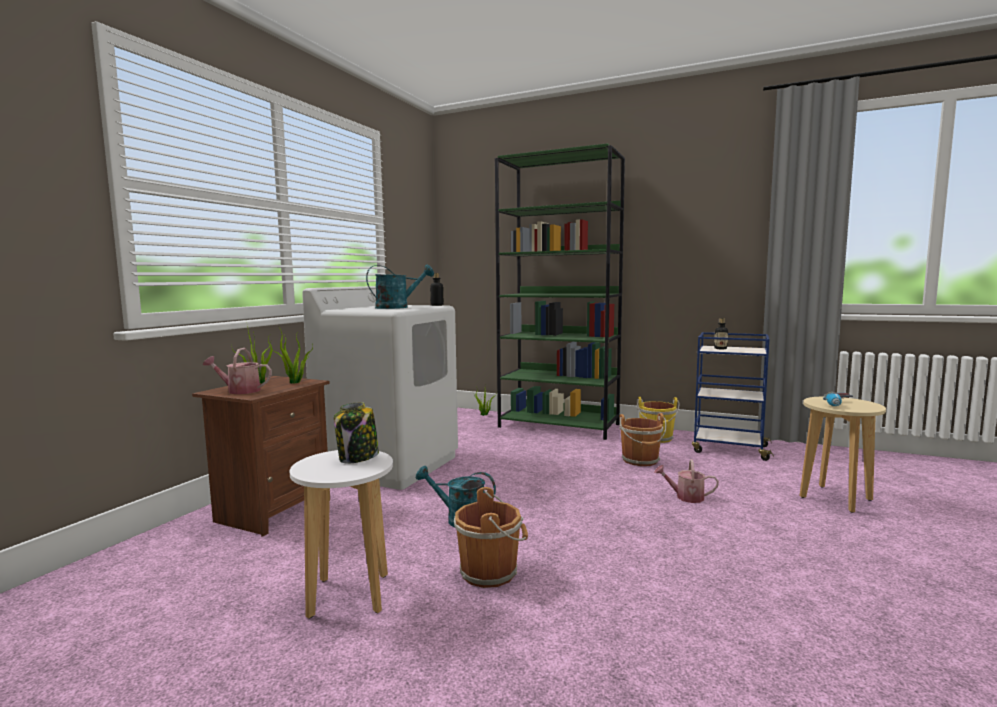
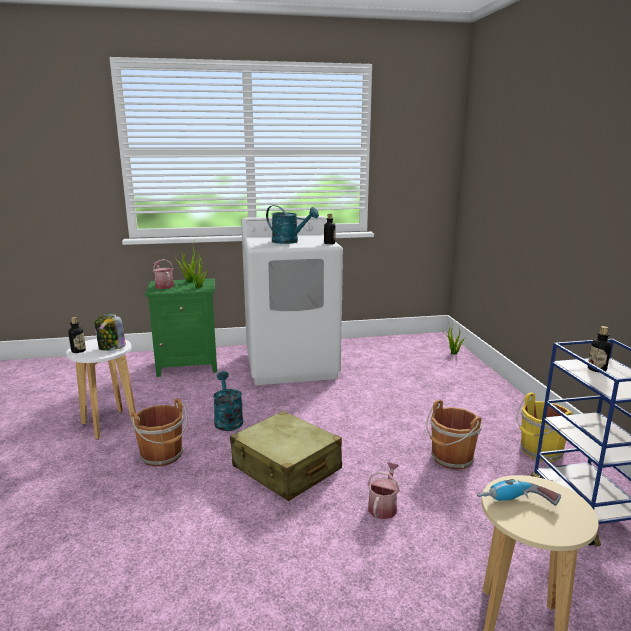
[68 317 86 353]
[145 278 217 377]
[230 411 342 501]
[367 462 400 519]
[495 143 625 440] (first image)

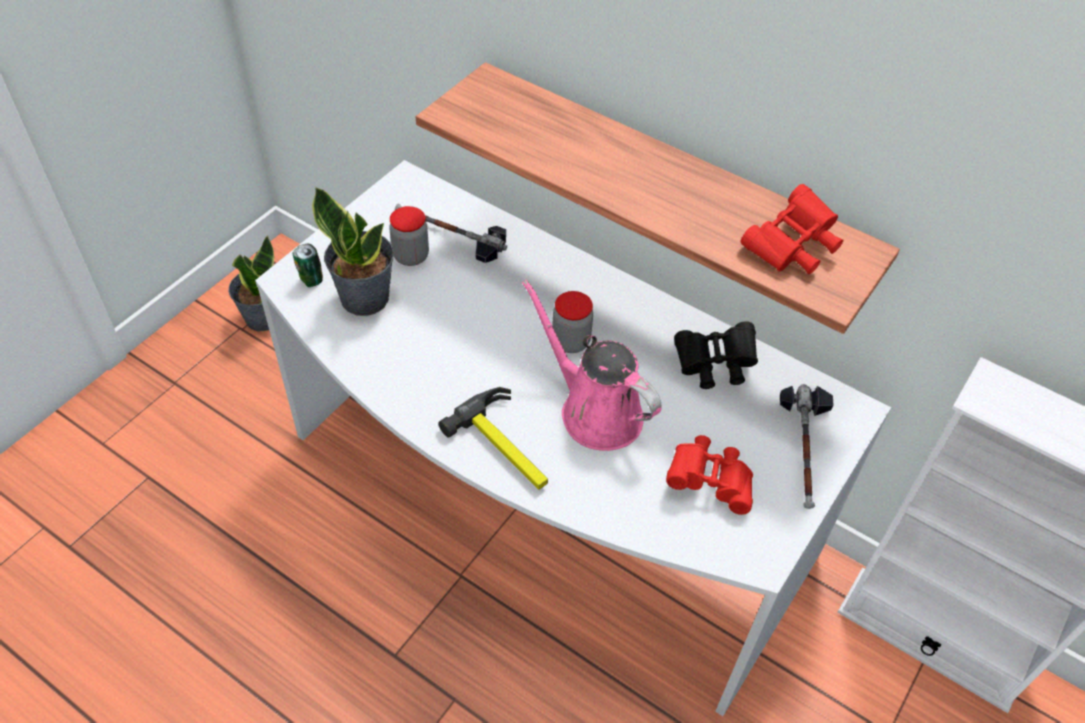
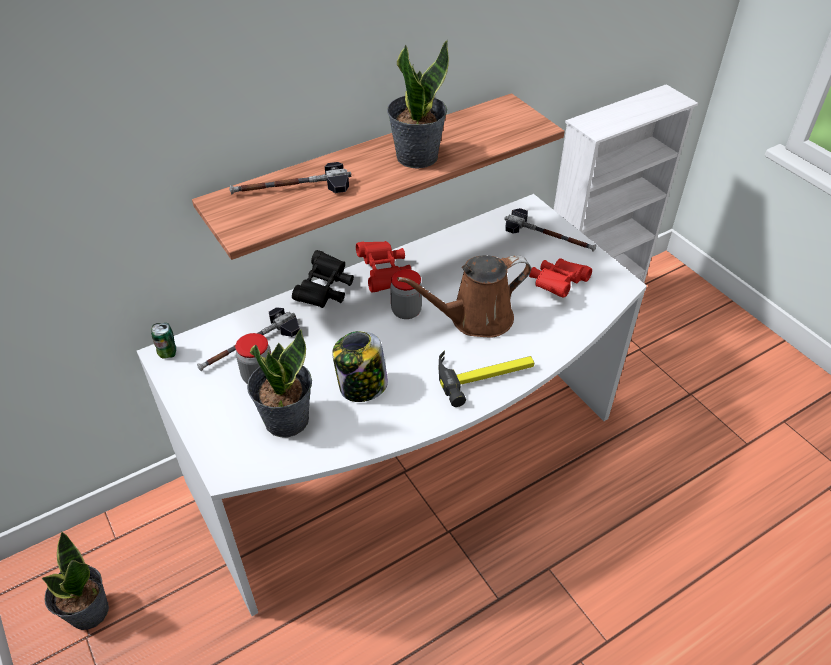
[151 323 176 359]
[230 162 351 194]
[292 250 354 308]
[332 331 388 402]
[356 241 411 292]
[387 40 449 169]
[397 255 531 338]

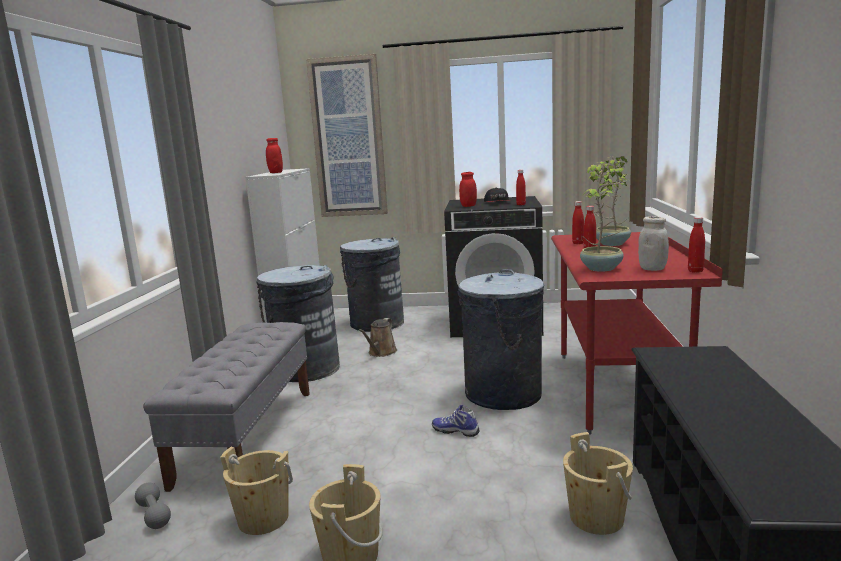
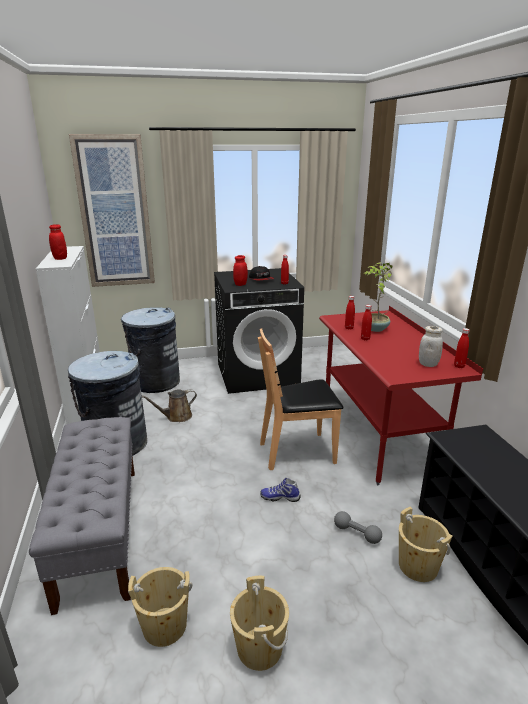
[142 389 197 422]
[258 328 343 470]
[334 511 382 544]
[580 164 627 272] (first image)

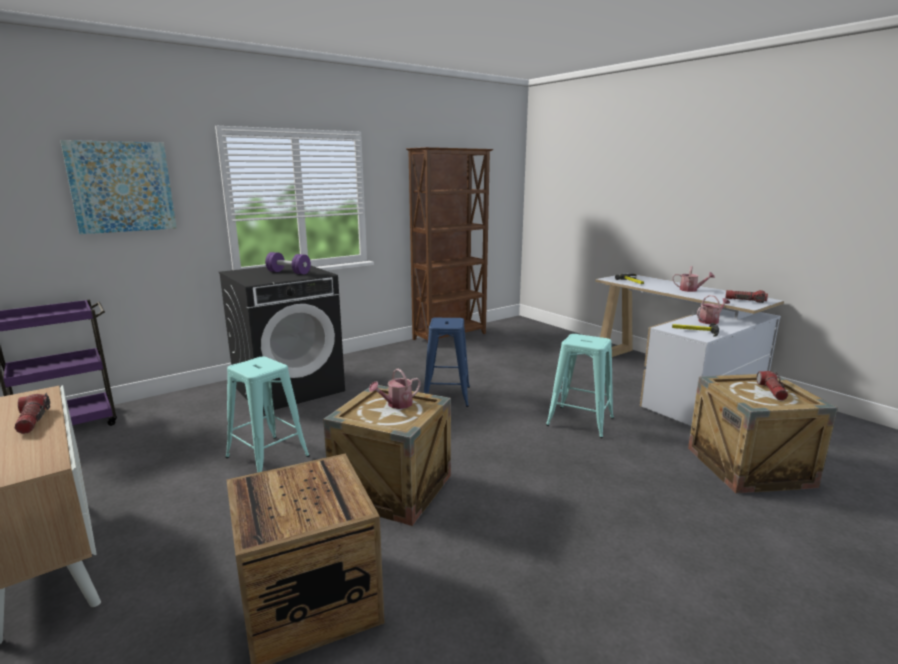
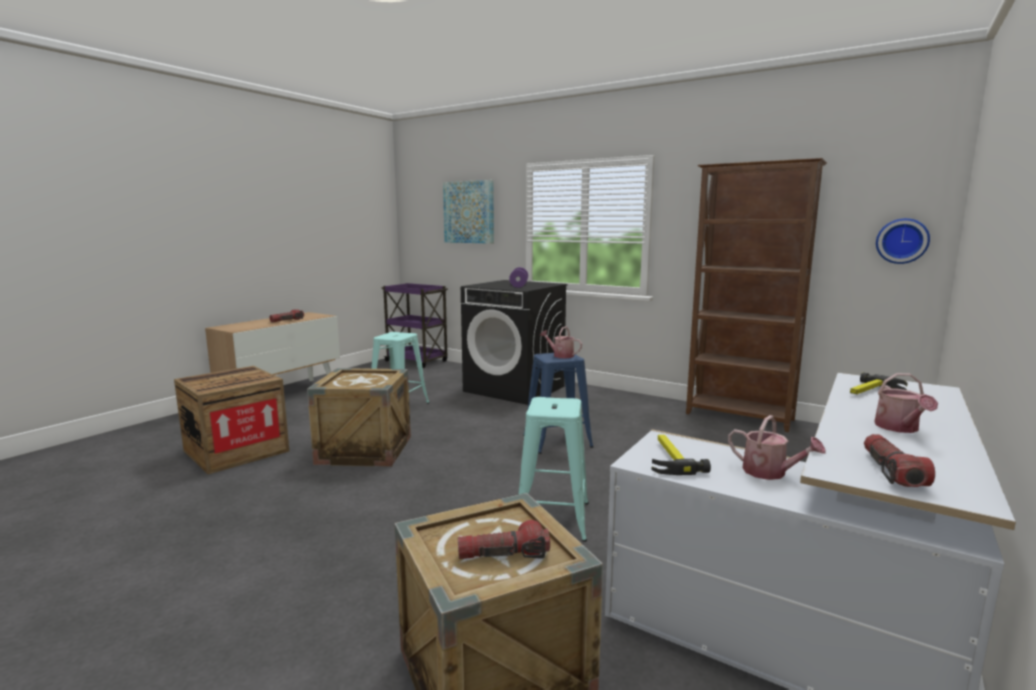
[540 326 582 358]
[876 218 930 264]

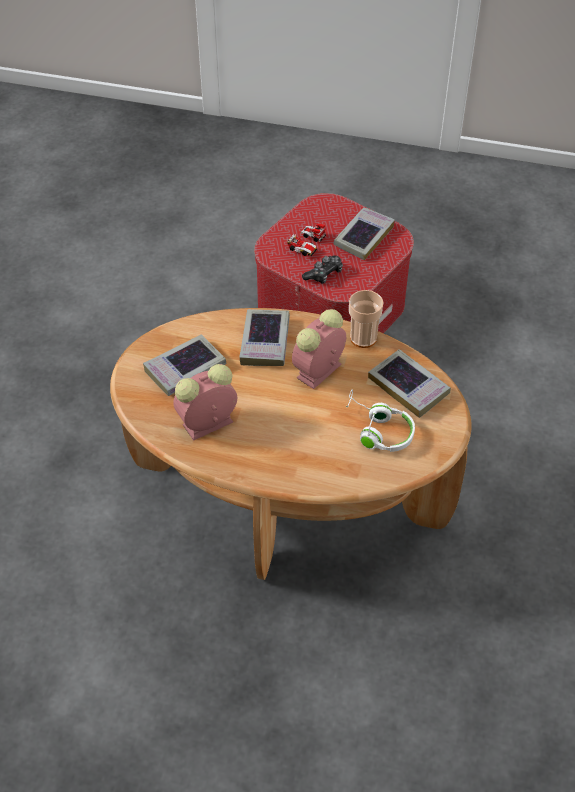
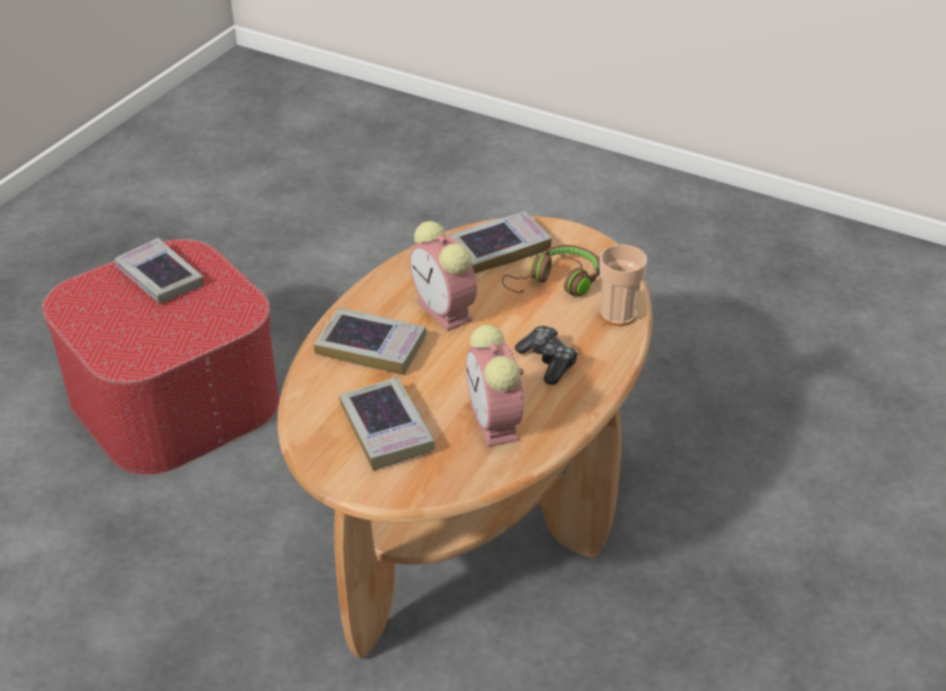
[502 245 600 296]
[515 326 578 385]
[600 244 647 326]
[287 224 326 256] (first image)

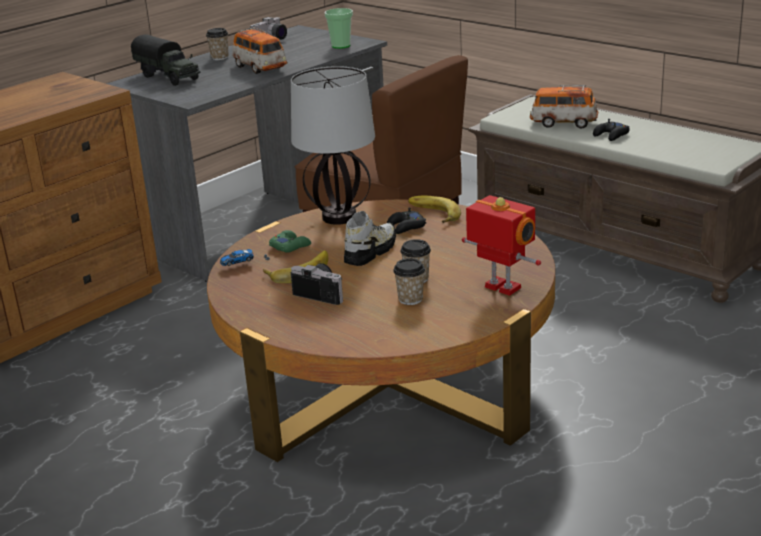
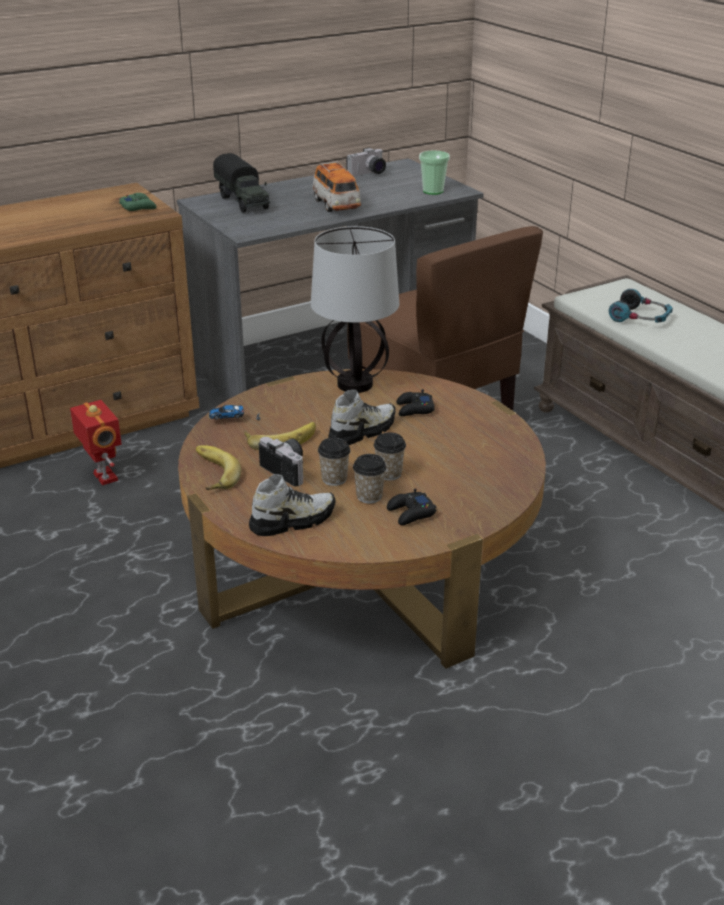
[70 400 122 485]
[119 193 157 211]
[196 445 241 490]
[249 474 335 536]
[318 437 350 486]
[387 488 437 525]
[609 289 673 323]

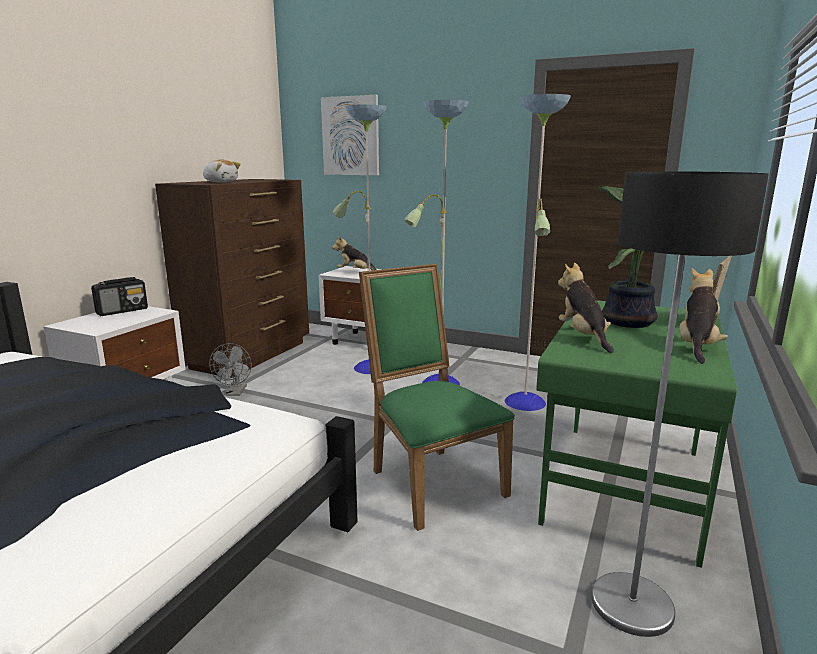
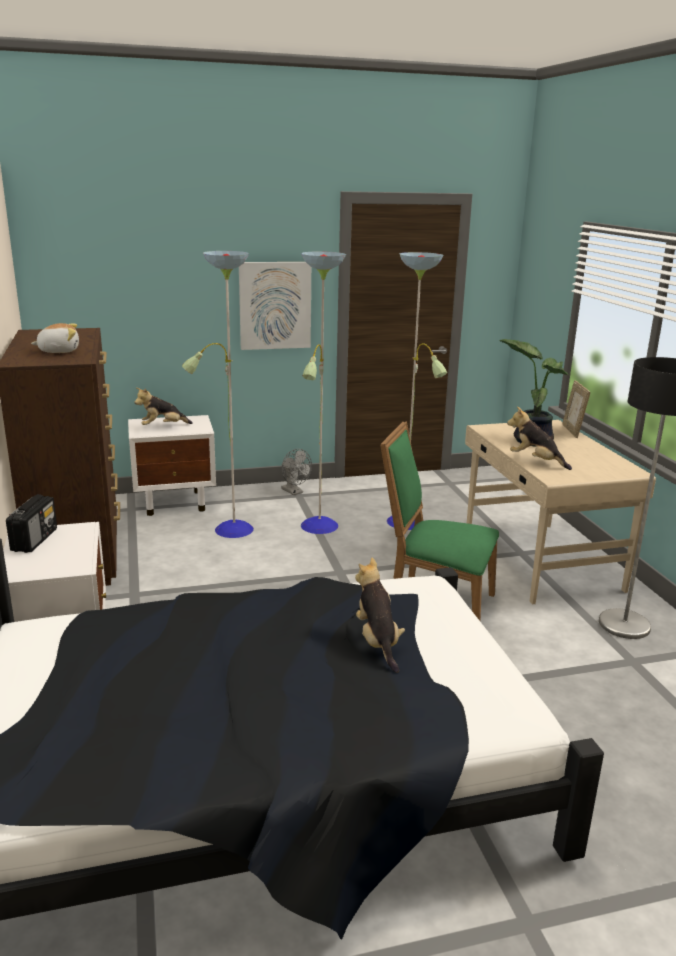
[239 262 311 350]
[281 449 312 495]
[355 558 405 673]
[465 420 656 605]

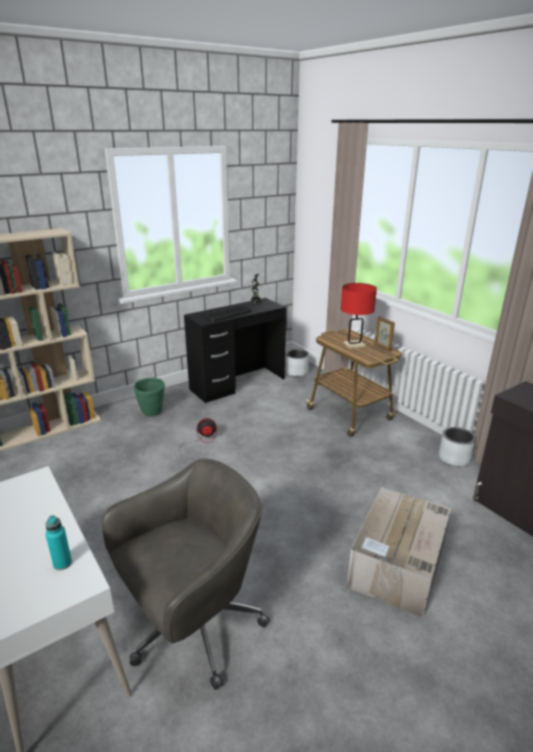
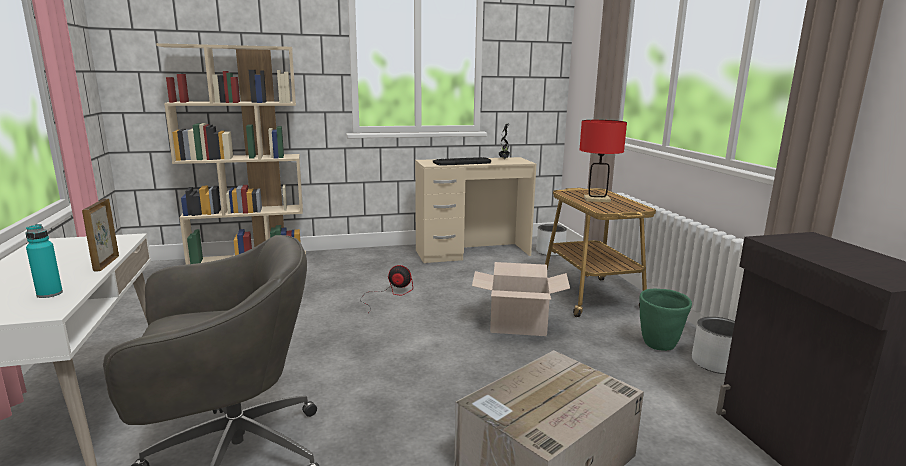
[82 199 119 272]
[415 157 536 263]
[472 262 570 336]
[639 289 692 351]

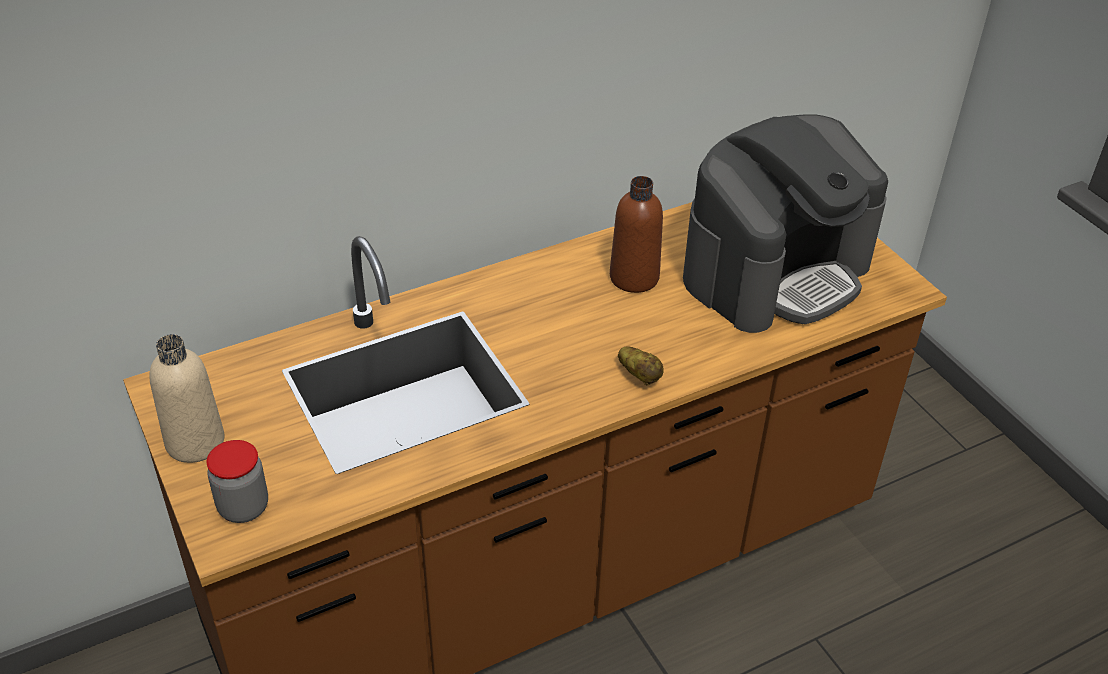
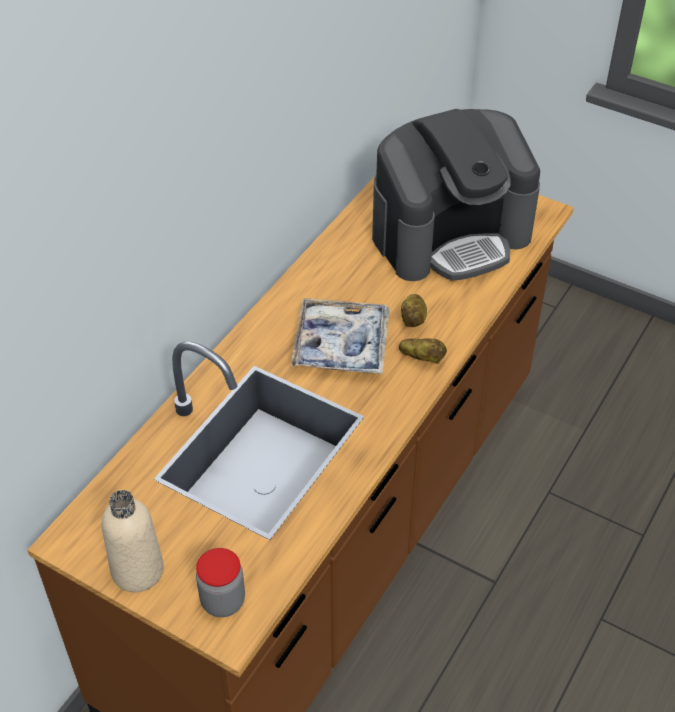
[291 298 390 374]
[372 109 540 281]
[401 294 427 327]
[610 176 663 293] (first image)

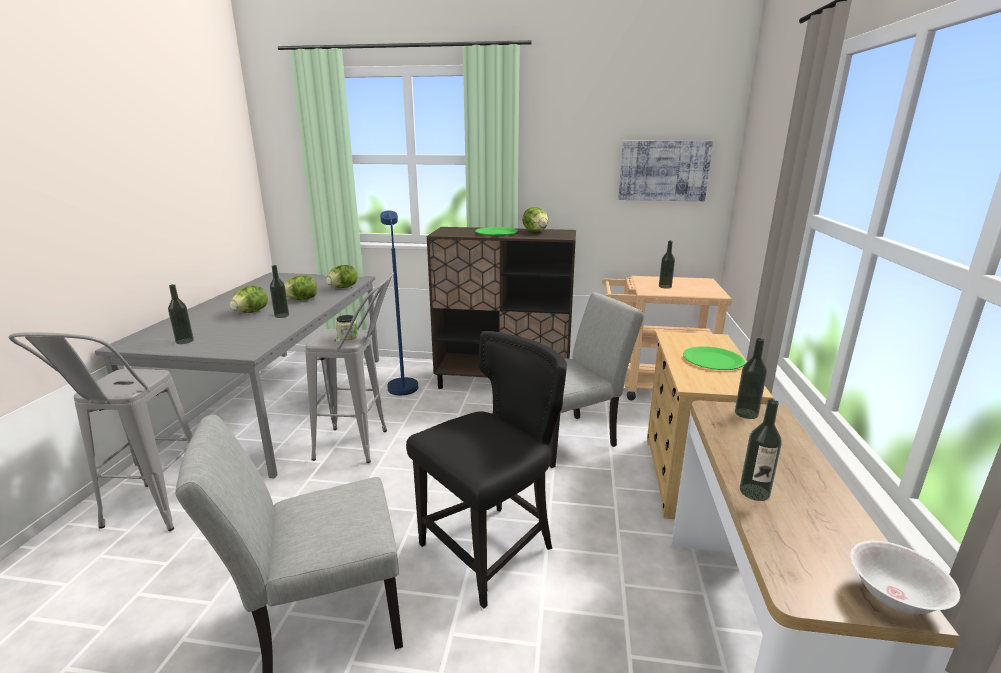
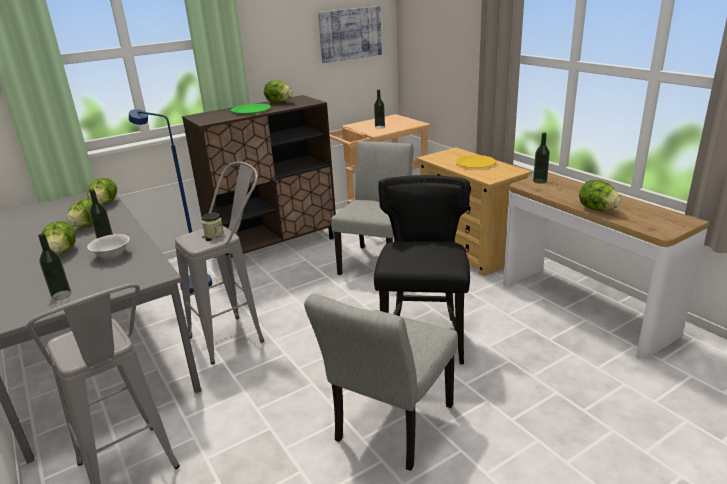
[87 234 130 259]
[455 155 496 168]
[579 180 621 211]

